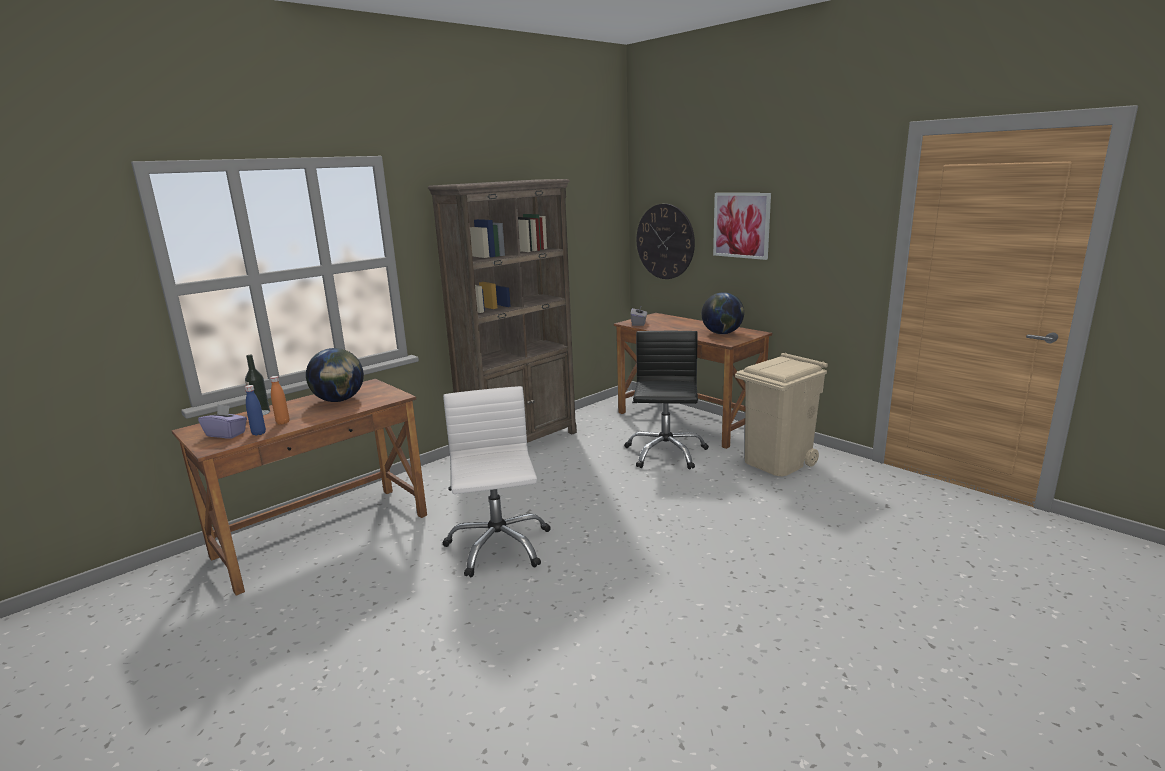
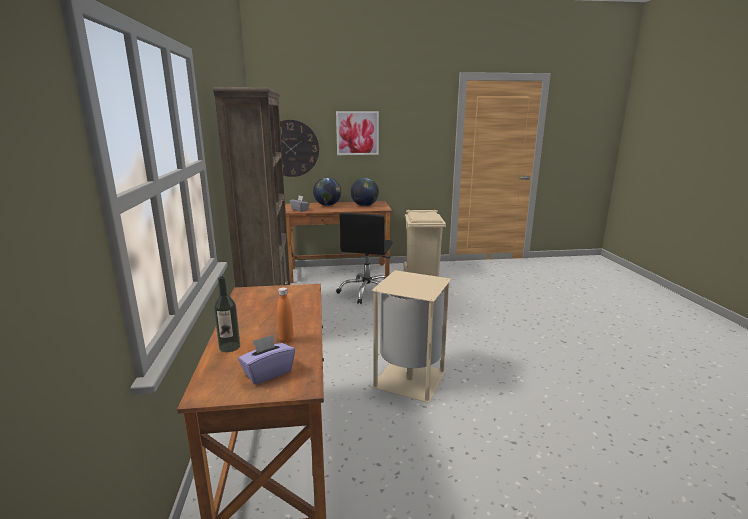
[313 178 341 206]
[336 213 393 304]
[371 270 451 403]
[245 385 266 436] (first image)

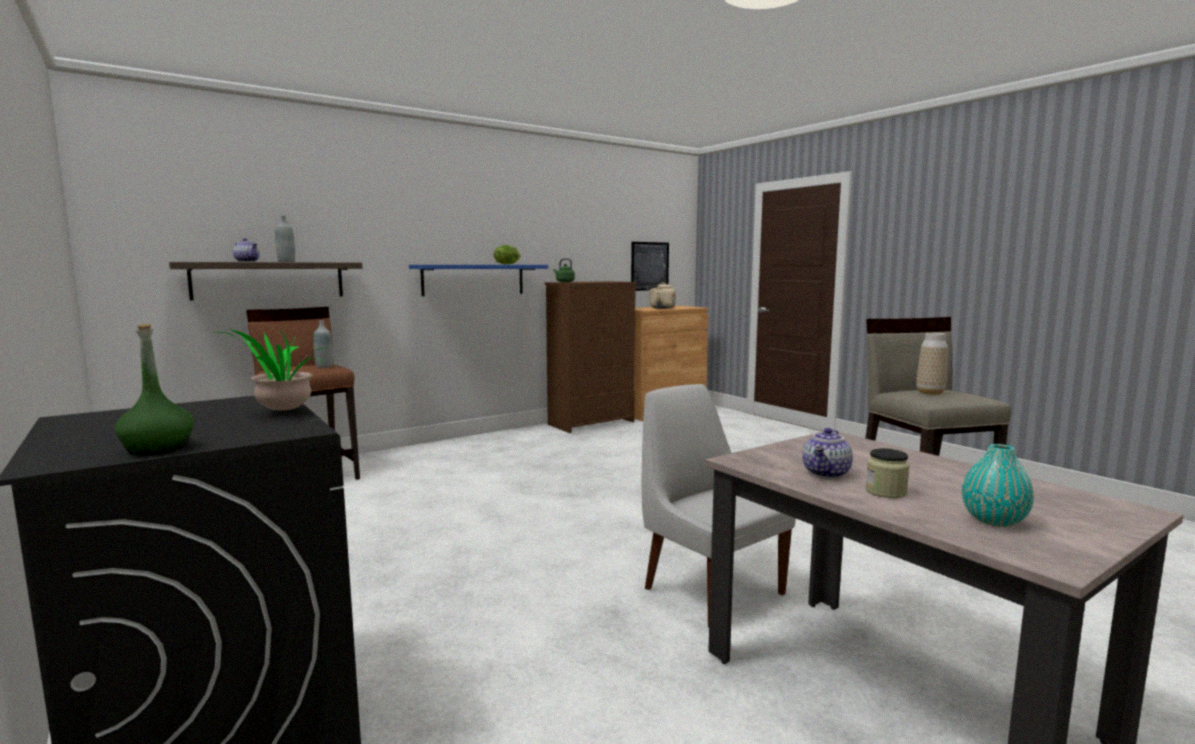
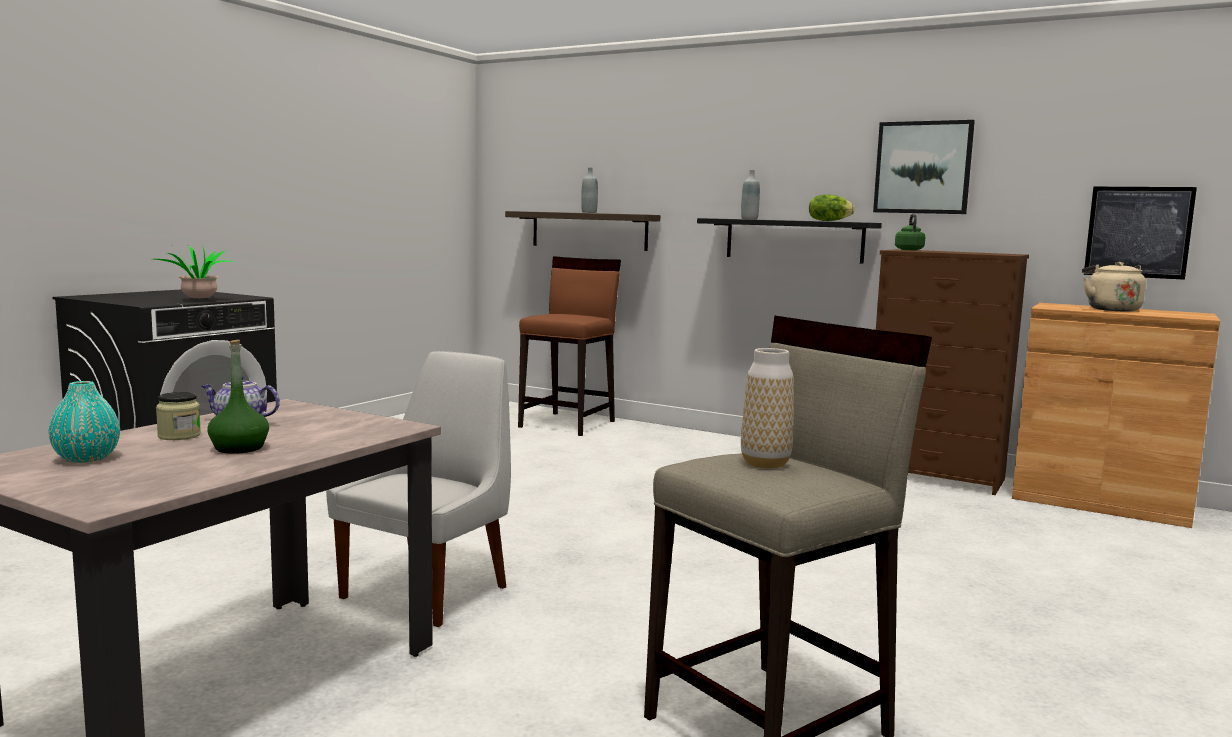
[207 340 269 454]
[697 218 882 264]
[741 170 760 219]
[873 120 975 214]
[233 238 260 262] (first image)

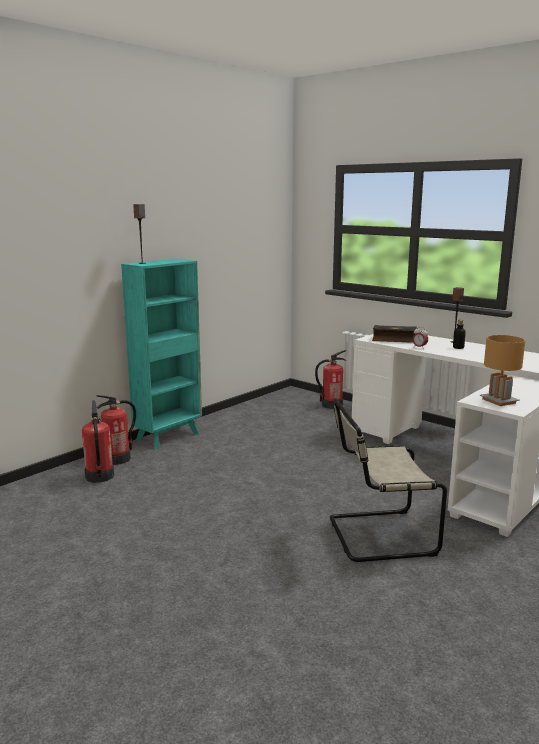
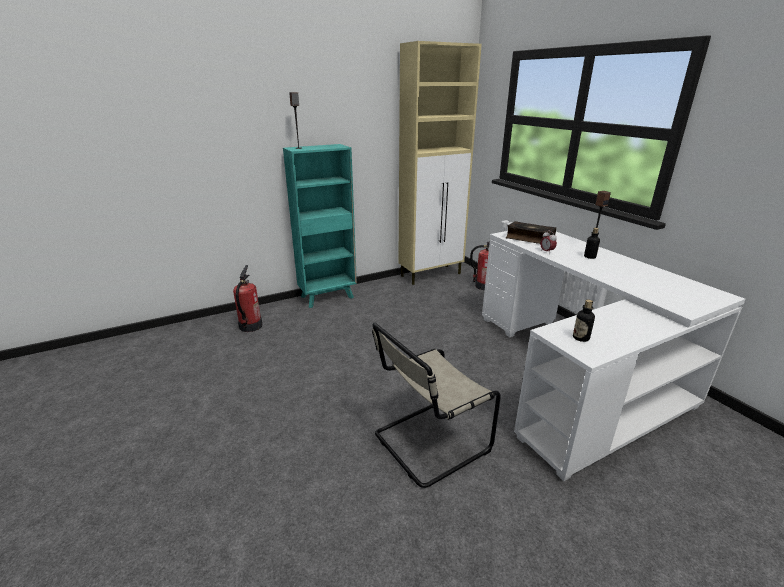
[372 322 501 488]
[398 41 482 285]
[573 300 595 342]
[96 395 136 465] (first image)

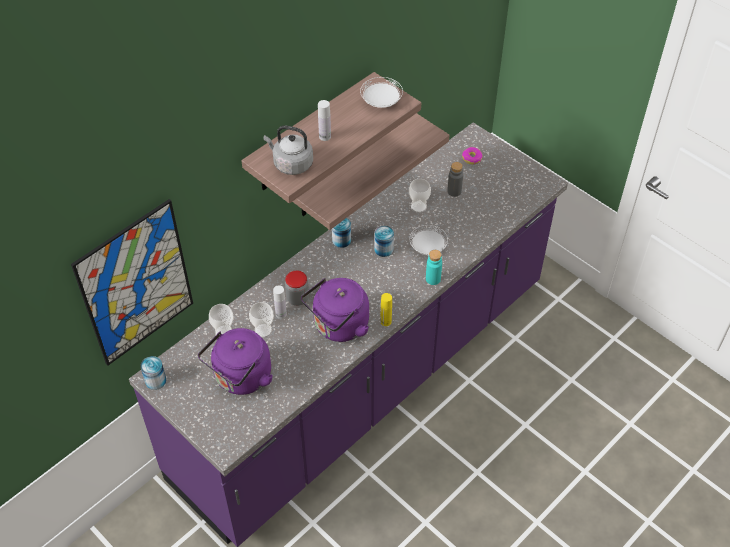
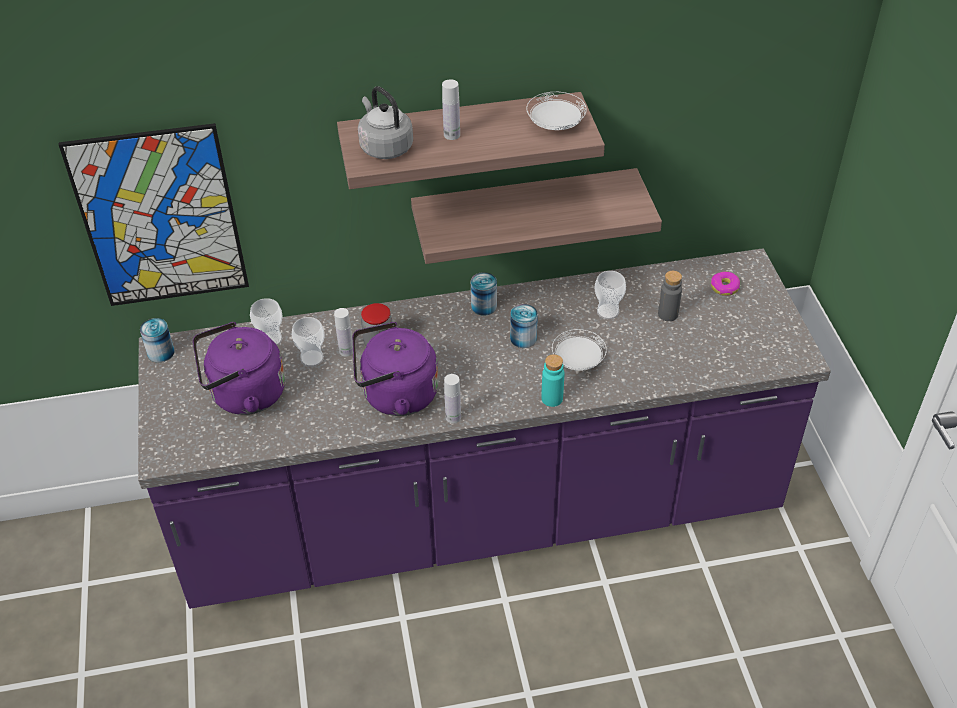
[444 374 461 423]

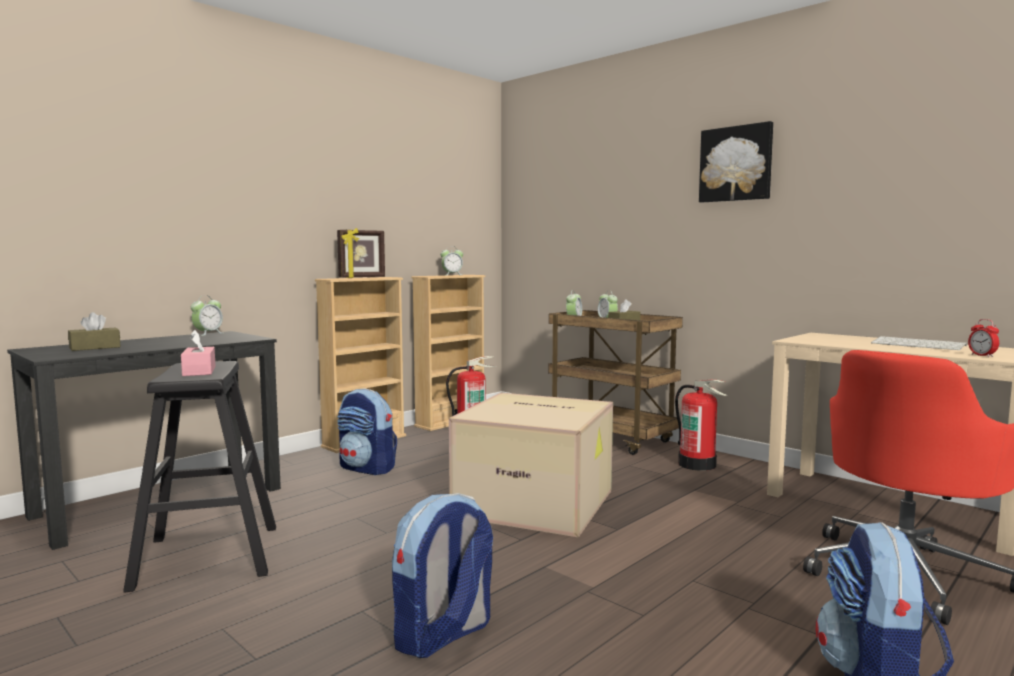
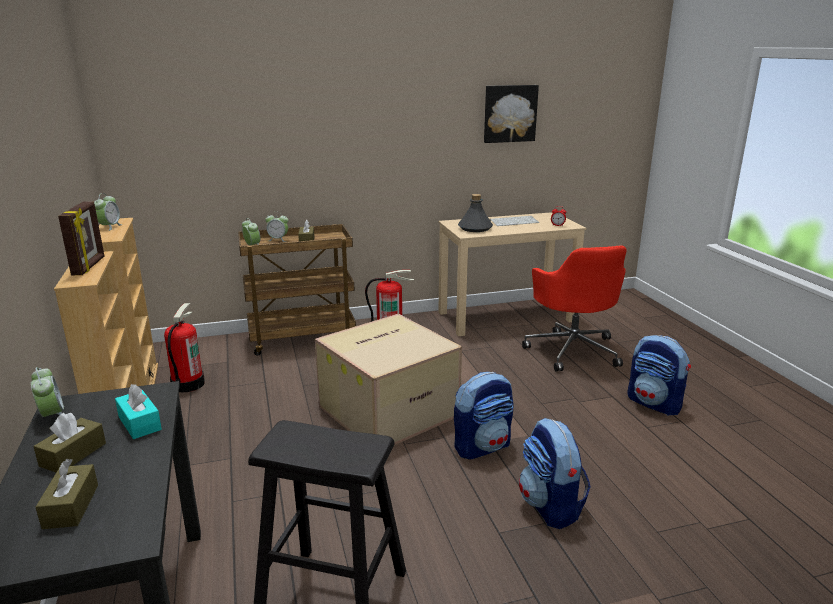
[33 413 106 472]
[115 384 162 439]
[454 372 514 459]
[458 194 493 232]
[484 85 539 143]
[181 330 216 376] (first image)

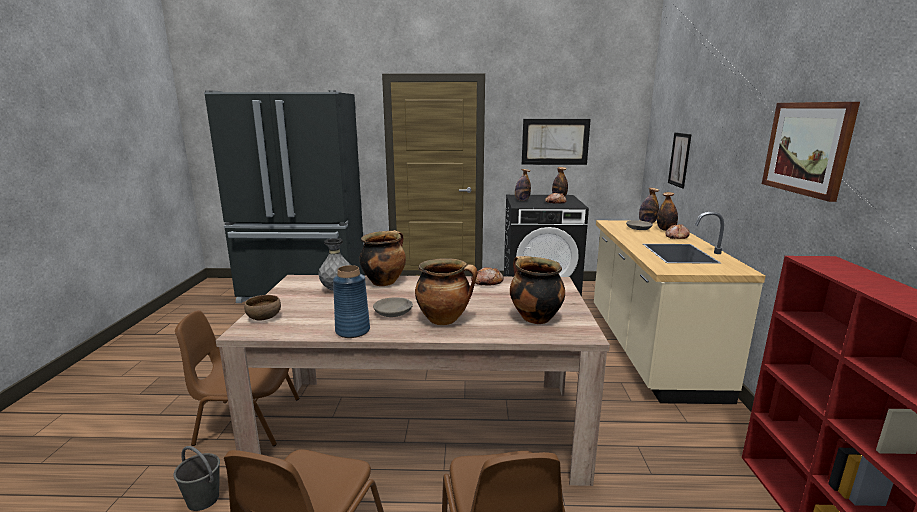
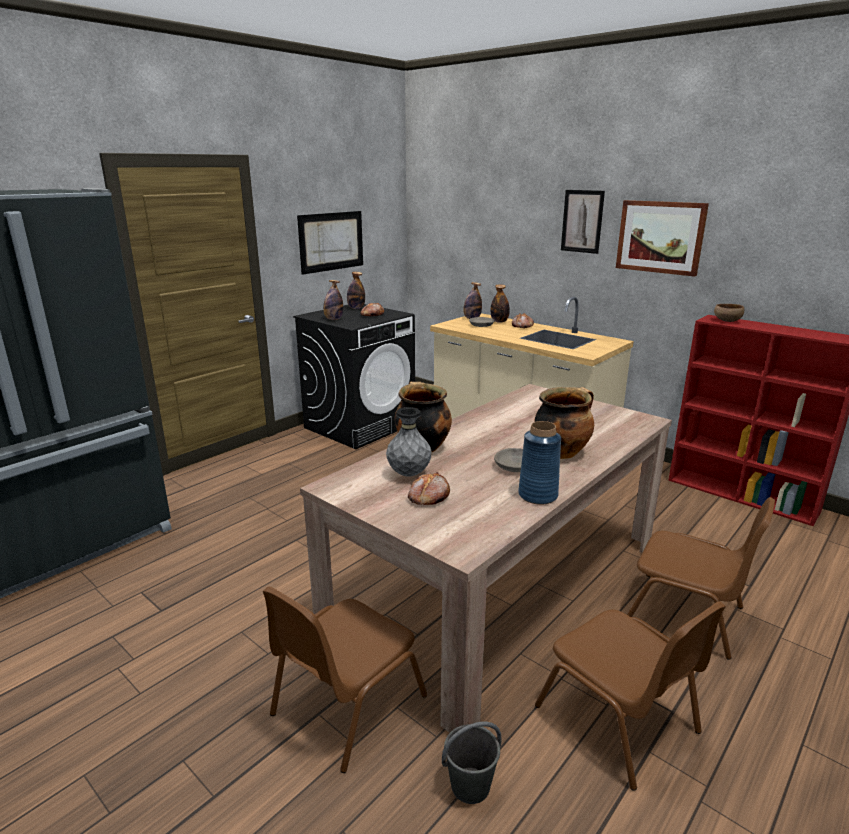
[408 472 450 505]
[561 190 605 254]
[714 304 744 322]
[510 256 565 324] (first image)

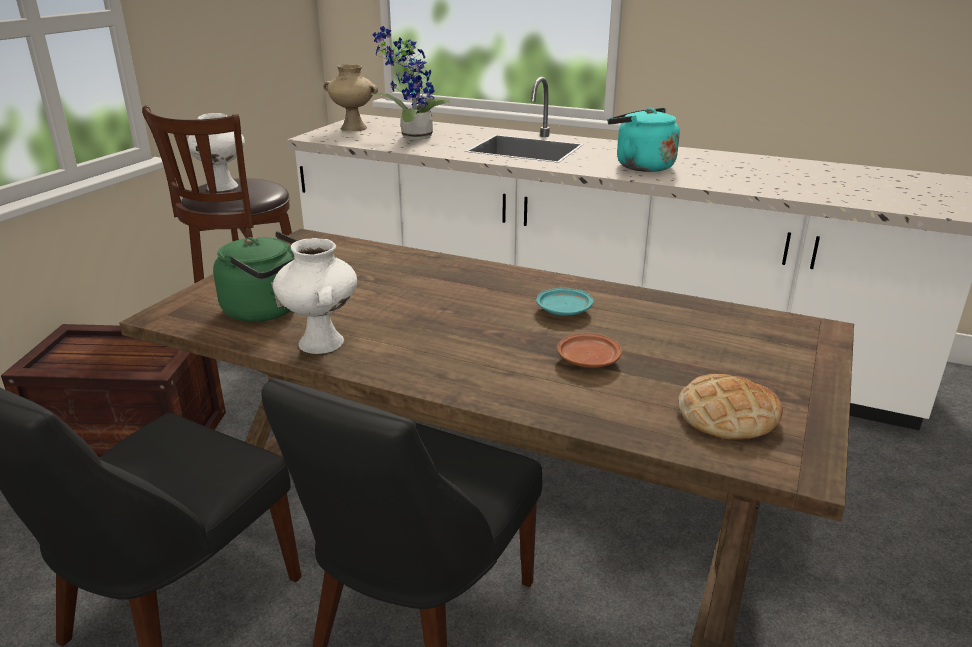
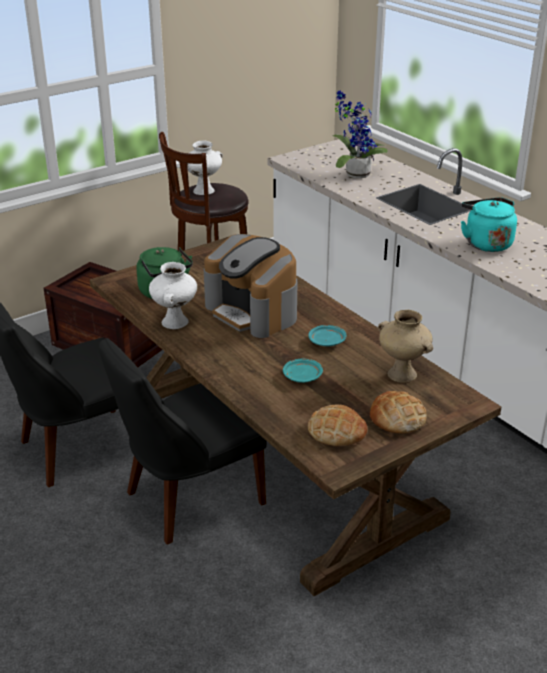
[204 234 297 338]
[283 359 323 383]
[370 391 427 434]
[378 310 433 383]

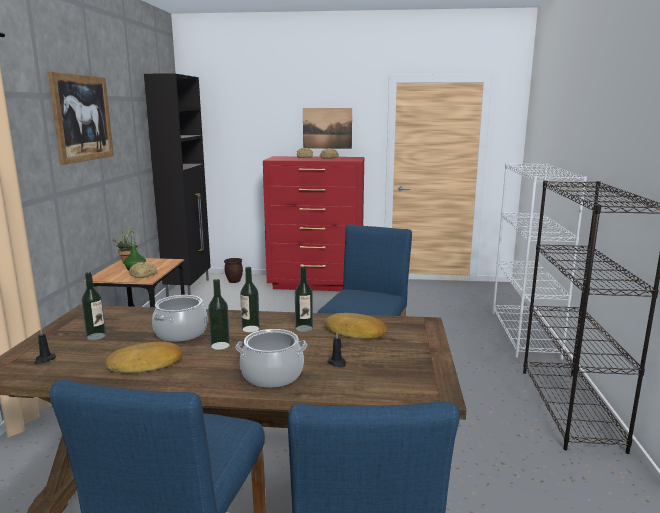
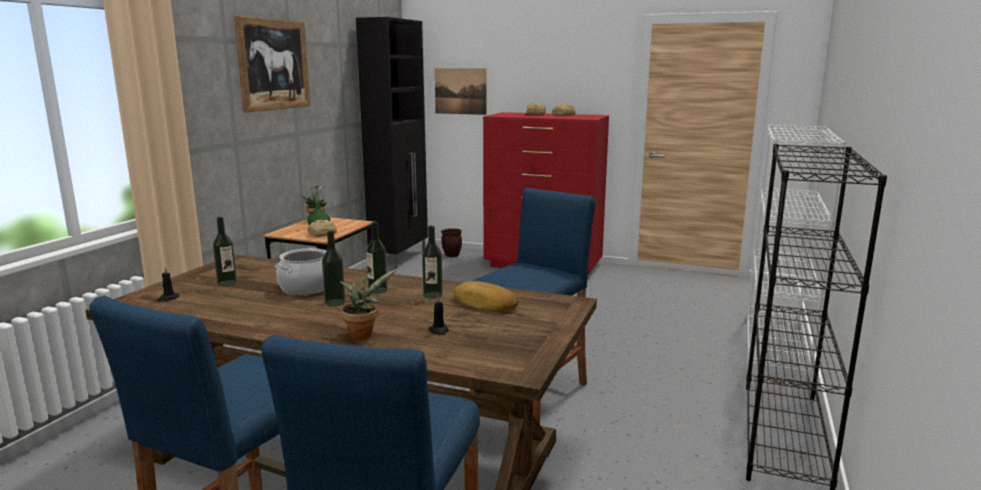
[339 269 397 340]
[435 68 487 115]
[105 342 183 373] (first image)

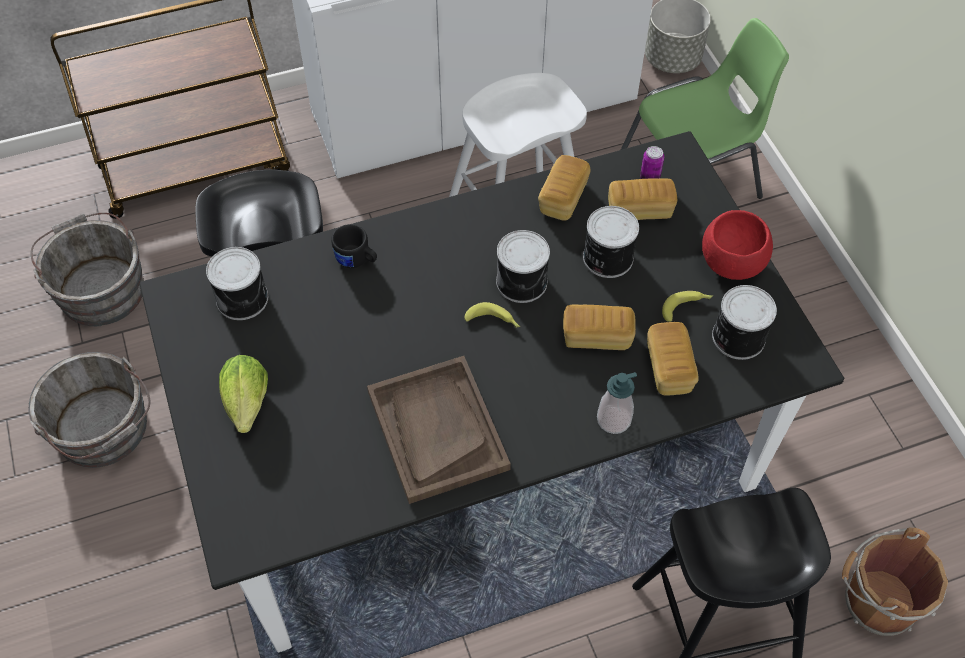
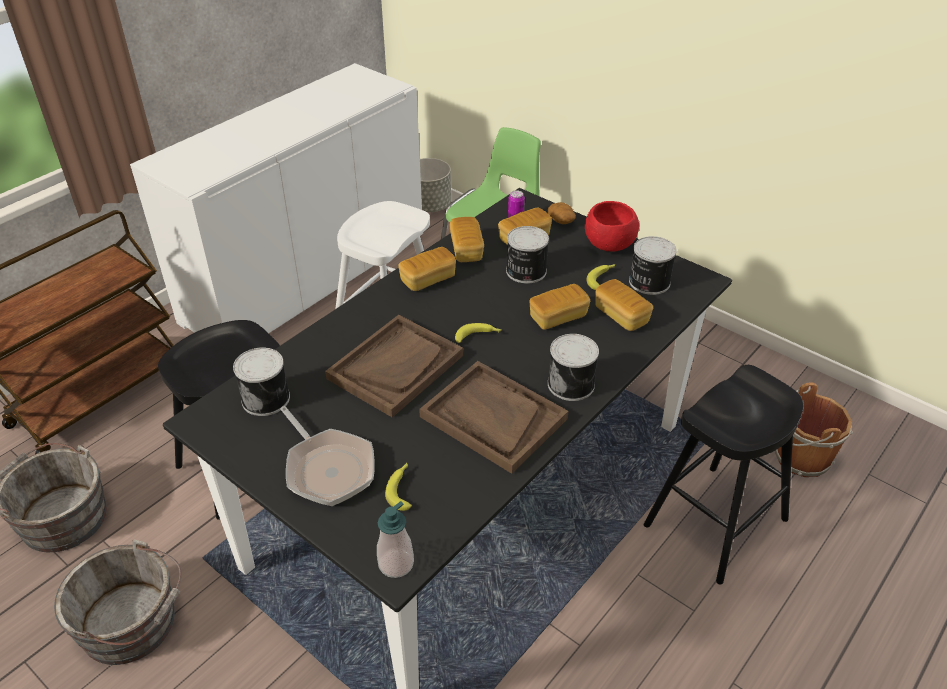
[280 406 375 506]
[325 315 463 417]
[377 501 414 578]
[385 463 412 511]
[398 247 456 291]
[548 202 576 224]
[548 334 599 401]
[331 224 377 268] (first image)

